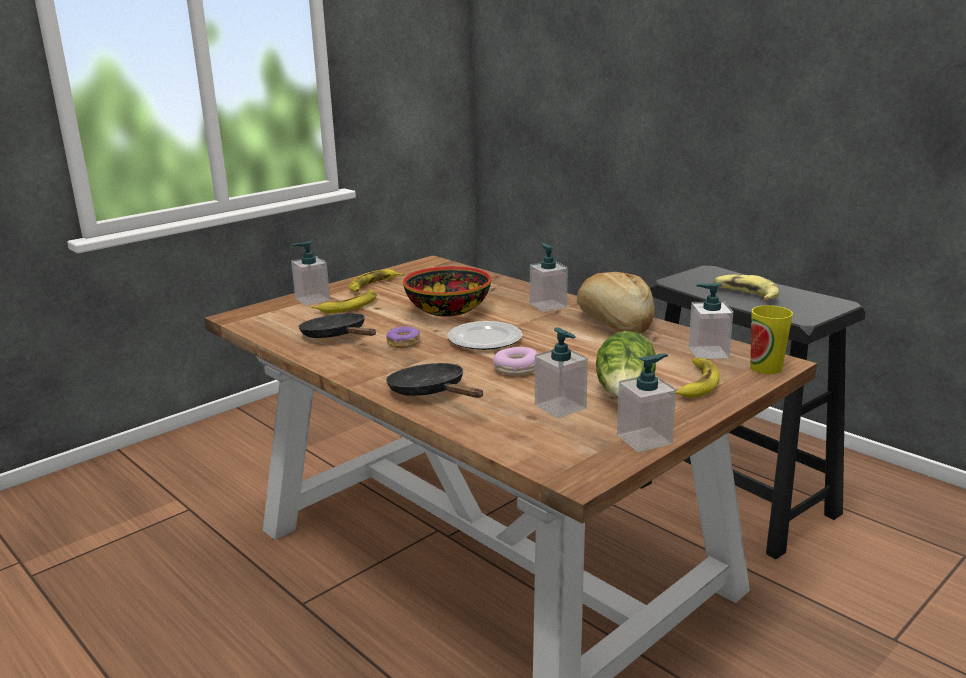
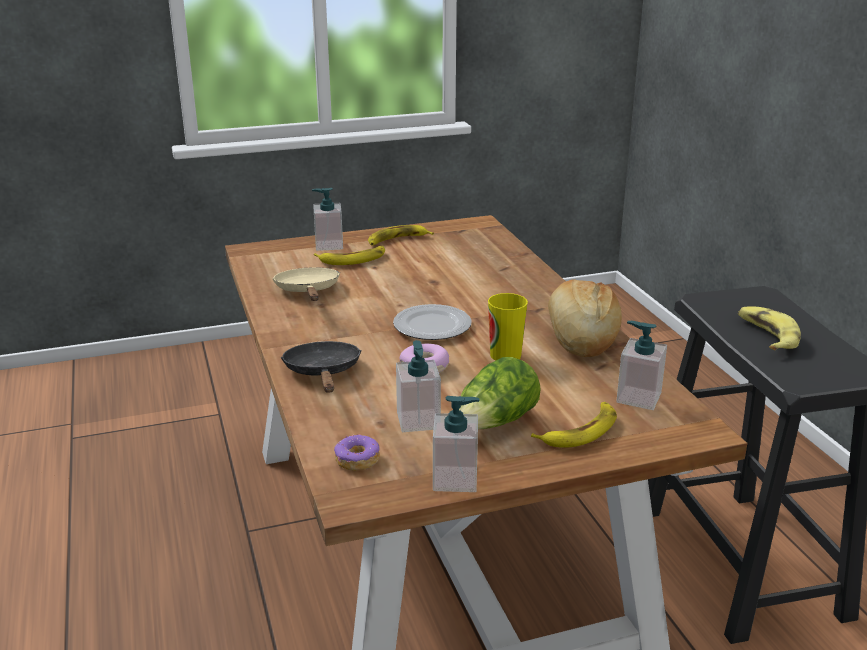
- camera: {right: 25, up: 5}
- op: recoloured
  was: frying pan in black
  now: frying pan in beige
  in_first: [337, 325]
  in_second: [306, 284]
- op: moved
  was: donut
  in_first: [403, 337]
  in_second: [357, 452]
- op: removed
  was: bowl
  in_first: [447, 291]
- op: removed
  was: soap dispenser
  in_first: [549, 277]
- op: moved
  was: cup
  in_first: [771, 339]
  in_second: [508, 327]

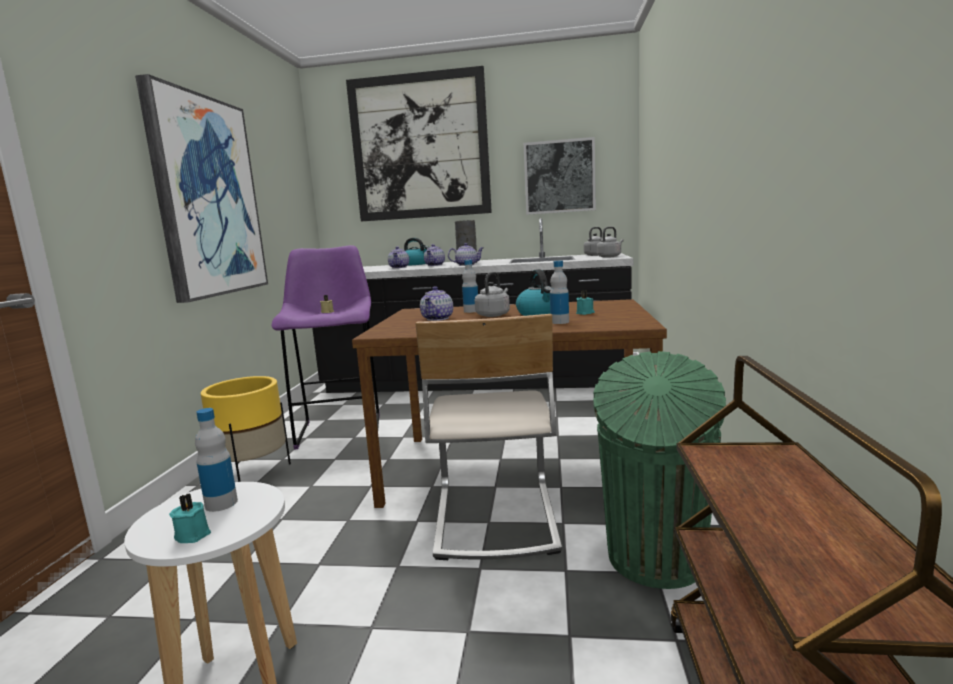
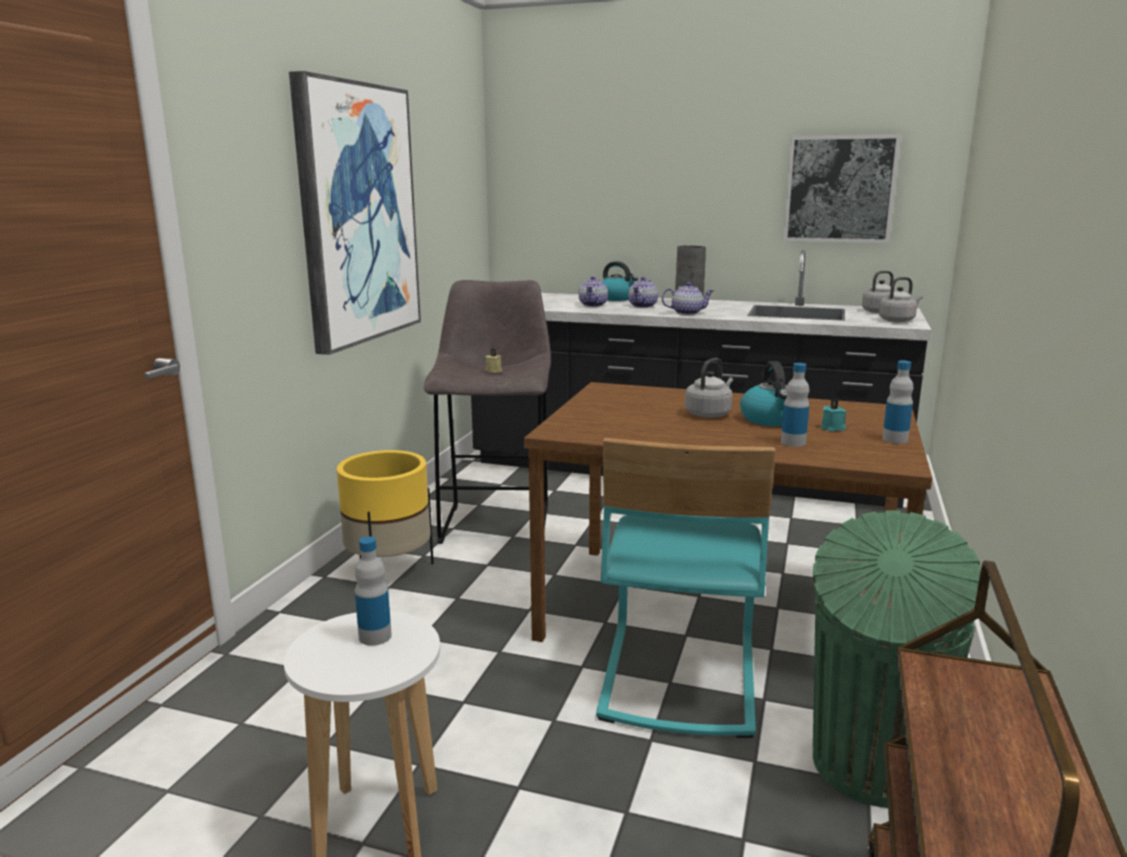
- camera: {right: 10, up: 5}
- op: removed
  was: candle in turquoise
  in_first: [190, 518]
- op: recoloured
  was: stool in purple
  now: stool in grey
  in_first: [326, 347]
  in_second: [487, 412]
- op: removed
  was: picture
  in_first: [419, 143]
- op: recoloured
  was: chair in beige
  now: chair in turquoise
  in_first: [489, 437]
  in_second: [686, 588]
- op: removed
  was: teapot
  in_first: [436, 303]
- op: moved
  was: bottle
  in_first: [470, 286]
  in_second: [898, 402]

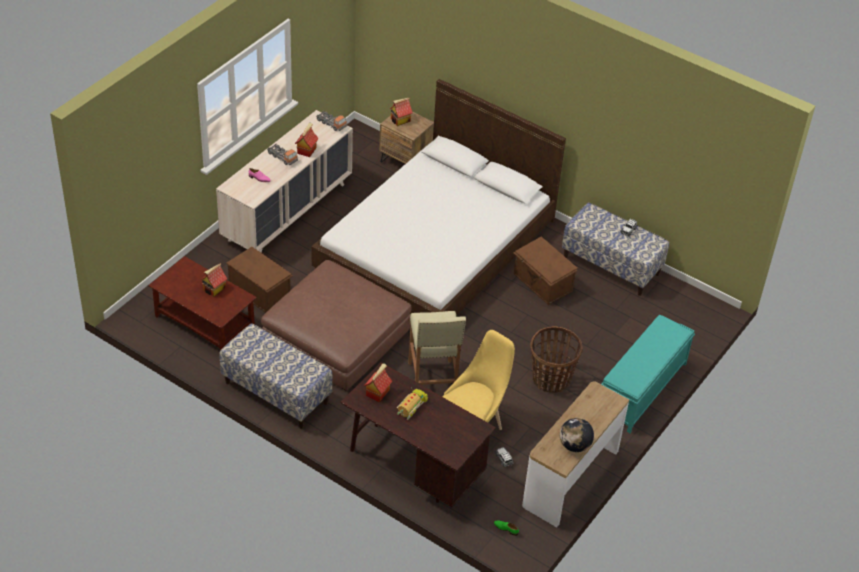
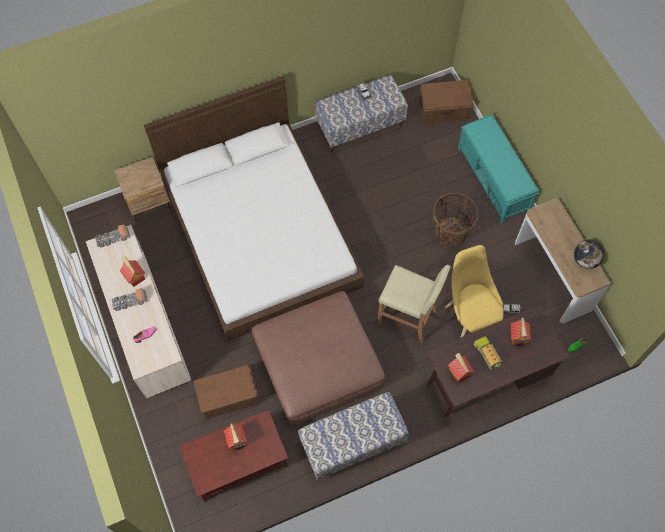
- camera: {right: -55, up: 20}
- op: moved
  was: toy house
  in_first: [401, 111]
  in_second: [520, 331]
- op: moved
  was: storage box in brown
  in_first: [546, 271]
  in_second: [447, 102]

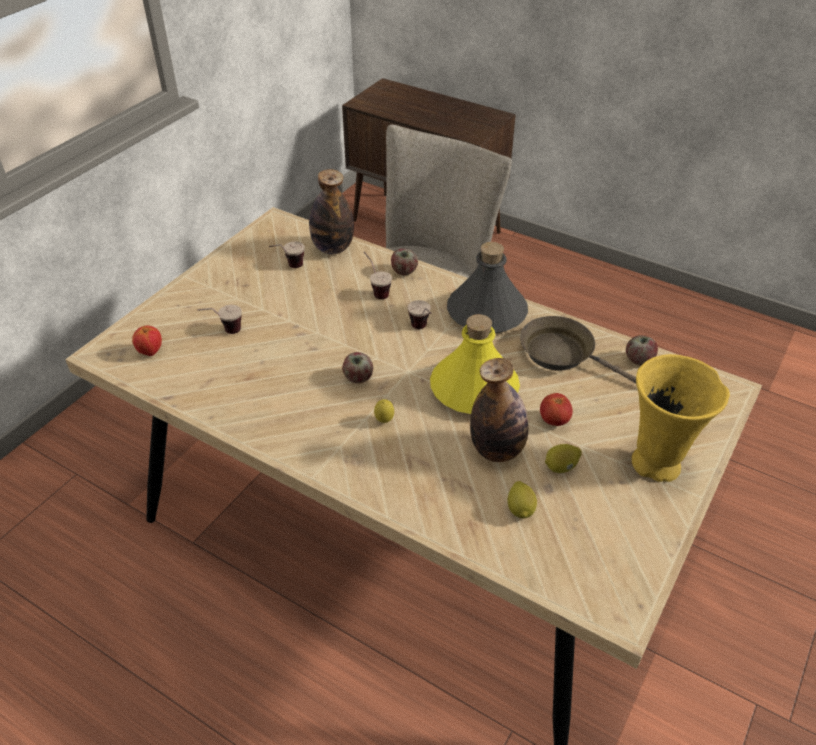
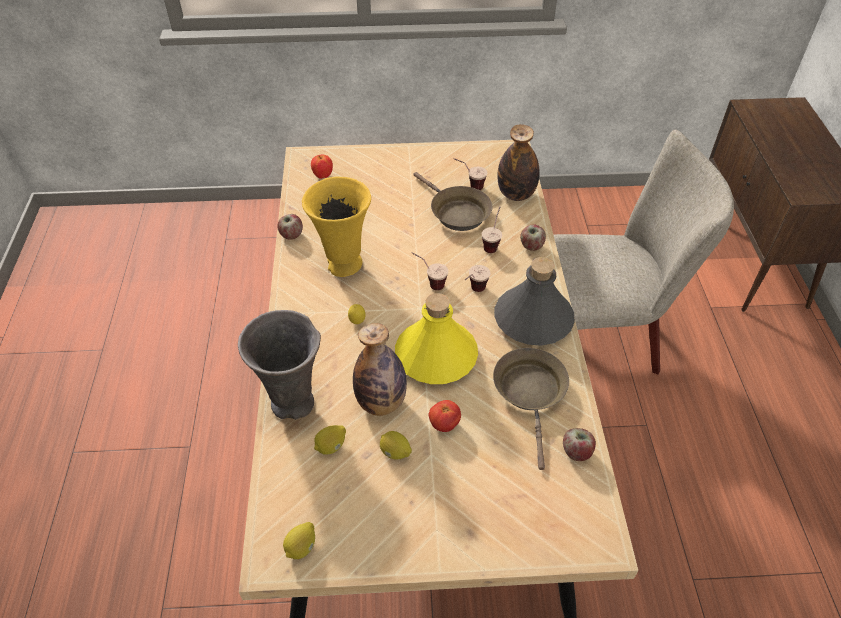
- camera: {right: 55, up: 5}
- op: moved
  was: cup
  in_first: [220, 319]
  in_second: [429, 271]
- op: moved
  was: apple
  in_first: [357, 367]
  in_second: [290, 227]
- op: moved
  was: vase in yellow
  in_first: [681, 418]
  in_second: [336, 226]
- op: added
  now: vase in grey
  in_second: [279, 365]
- op: added
  now: lemon
  in_second: [299, 541]
- op: added
  now: frying pan in brown
  in_second: [453, 201]

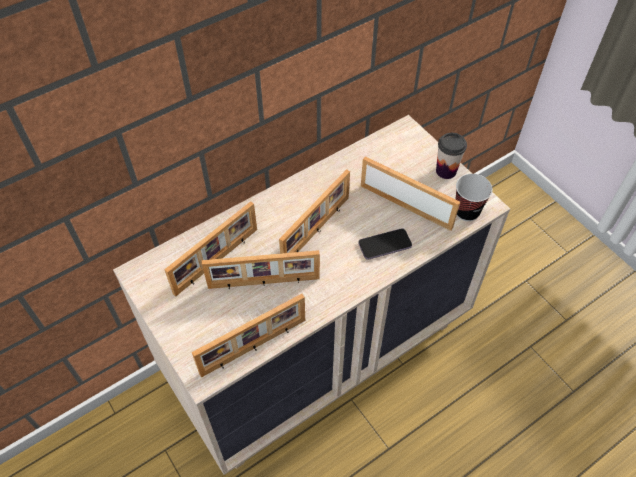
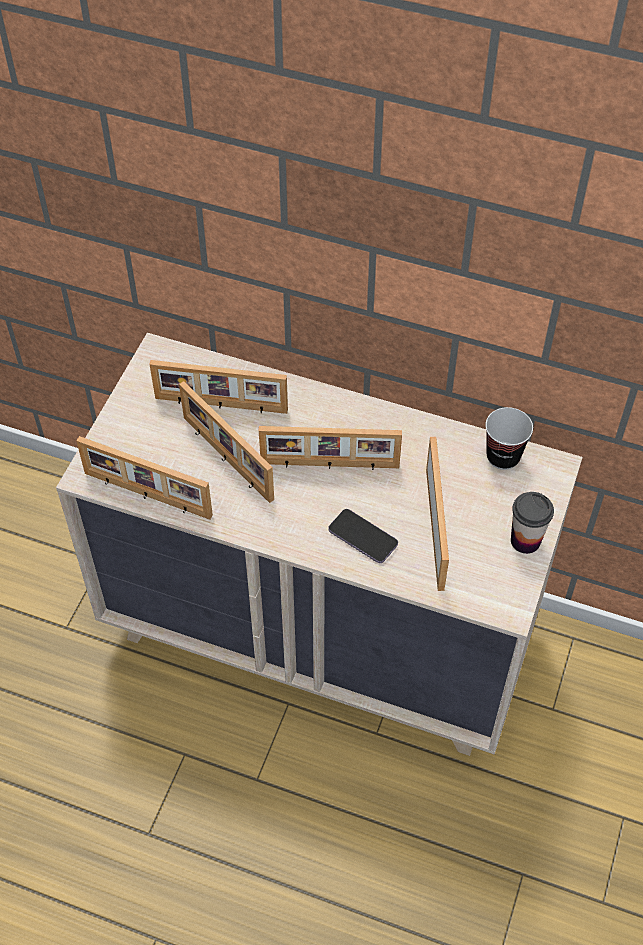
- camera: {right: 55, up: 0}
- op: moved
  was: cup
  in_first: [474, 197]
  in_second: [509, 438]

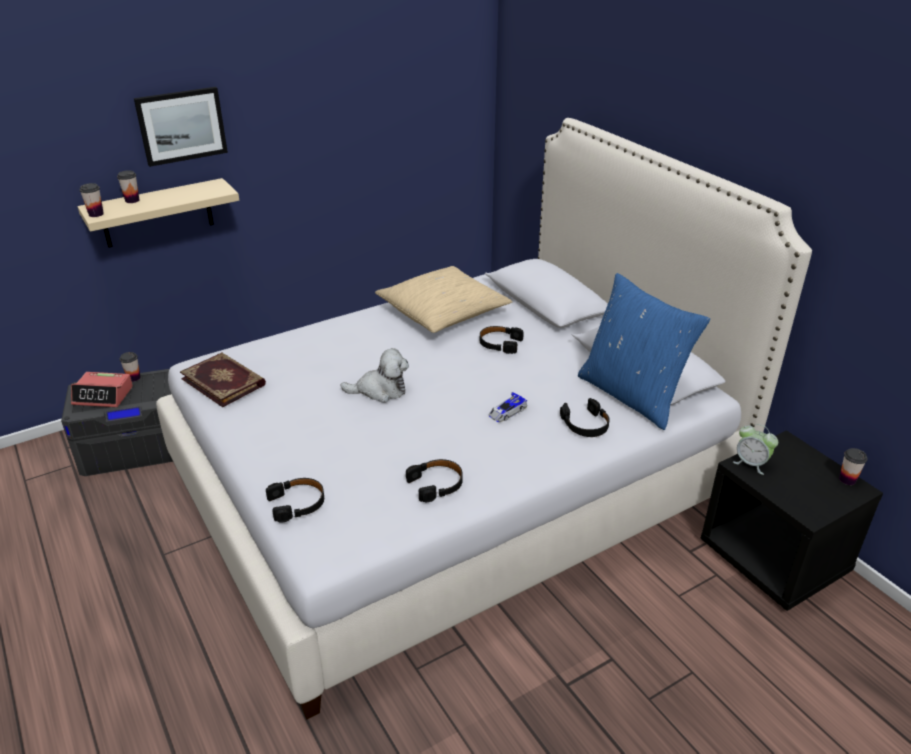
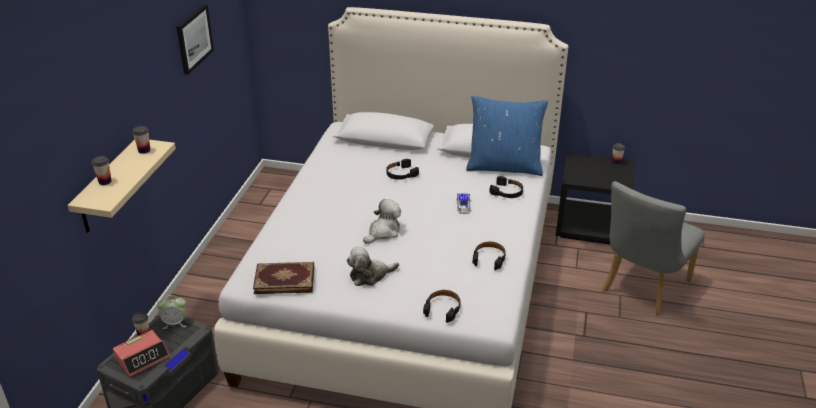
- camera: {right: -45, up: 0}
- op: moved
  was: cup
  in_first: [91, 200]
  in_second: [141, 140]
- op: moved
  was: picture
  in_first: [181, 127]
  in_second: [195, 39]
- op: removed
  was: pillow in beige
  in_first: [443, 299]
- op: moved
  was: alarm clock
  in_first: [755, 449]
  in_second: [171, 312]
- op: added
  now: plush toy
  in_second: [373, 266]
- op: added
  now: chair in grey
  in_second: [653, 248]

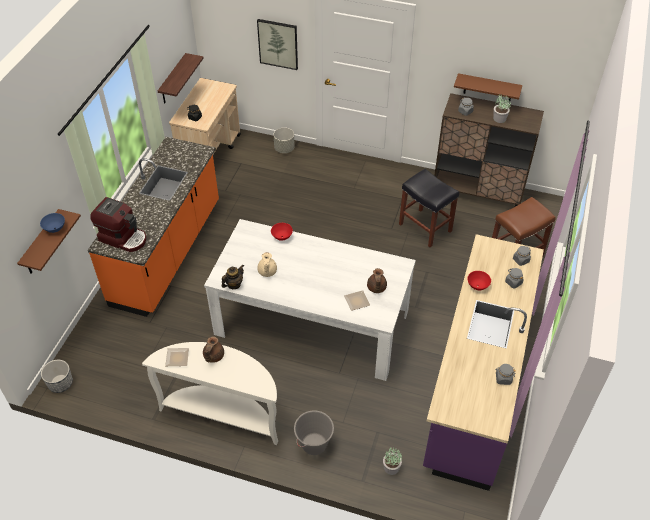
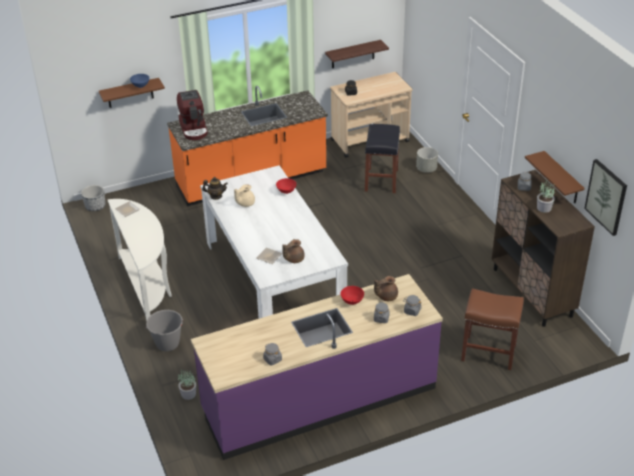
- camera: {right: 50, up: -10}
- op: moved
  was: teapot in brown
  in_first: [213, 349]
  in_second: [386, 288]
- op: moved
  was: picture
  in_first: [277, 44]
  in_second: [605, 197]
- op: moved
  was: stool in black
  in_first: [429, 208]
  in_second: [382, 158]

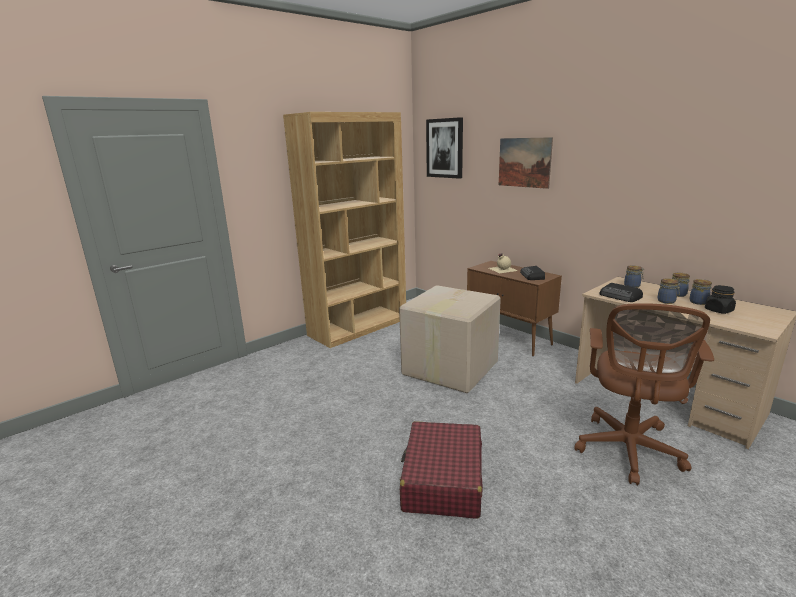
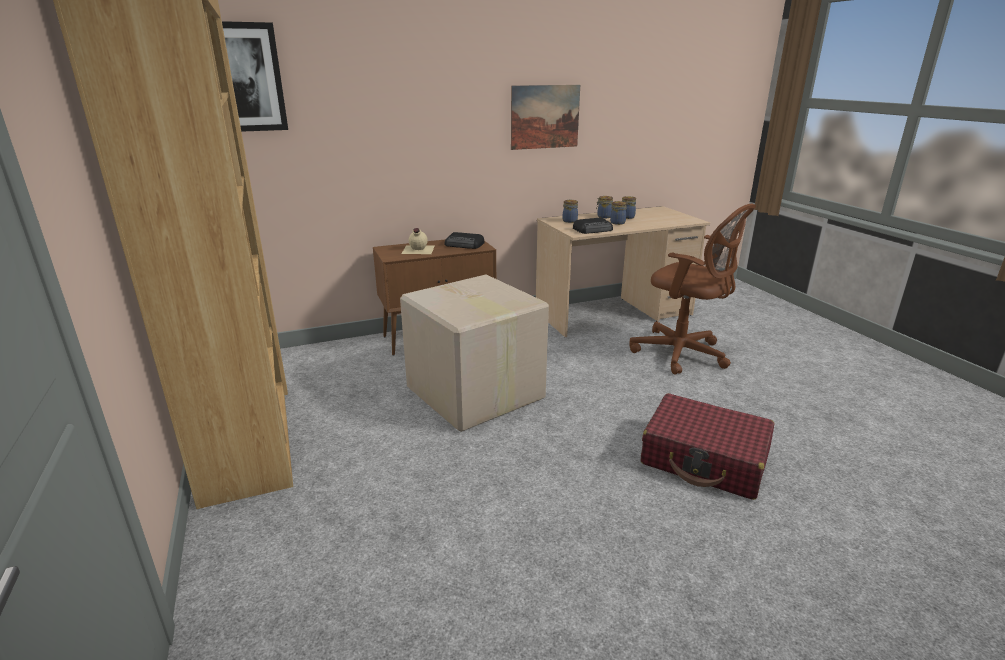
- camera: {right: -70, up: 5}
- op: moved
  was: picture
  in_first: [526, 163]
  in_second: [545, 117]
- op: removed
  was: jar in black
  in_first: [720, 299]

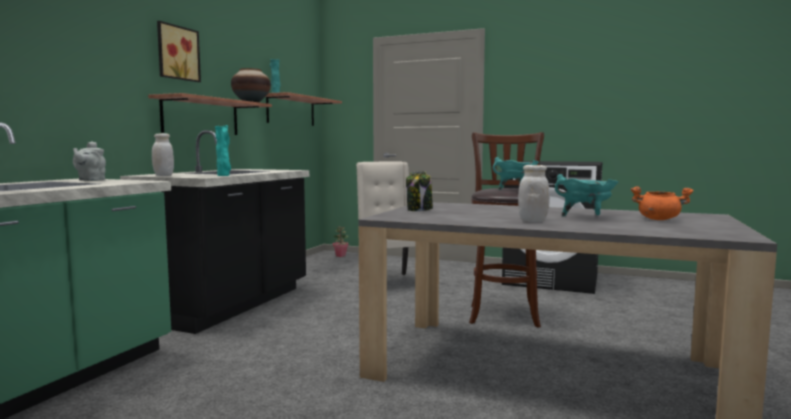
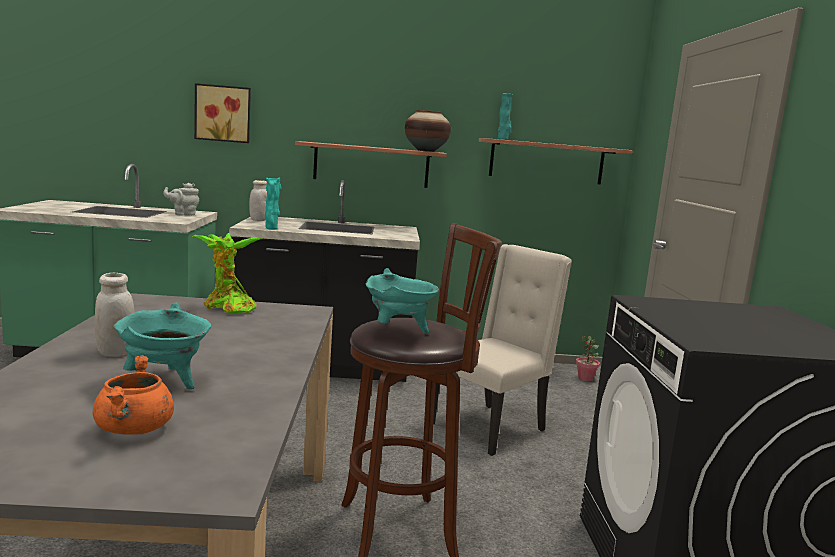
- camera: {right: 65, up: 5}
- op: moved
  was: picture
  in_first: [179, 51]
  in_second: [222, 113]
- op: replaced
  was: jar
  now: potted plant
  in_first: [419, 191]
  in_second: [227, 273]

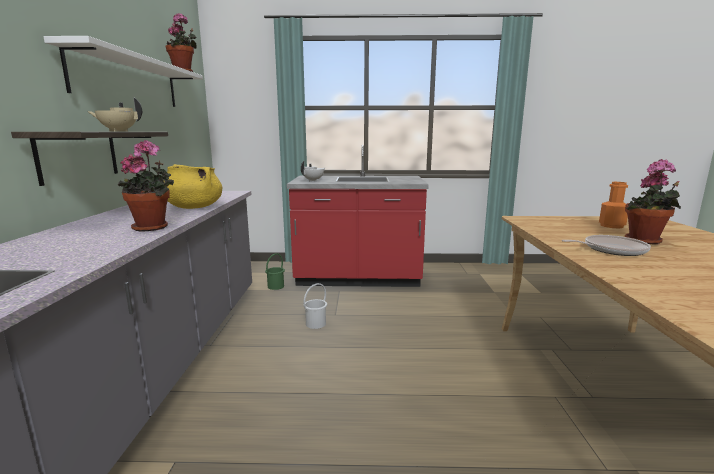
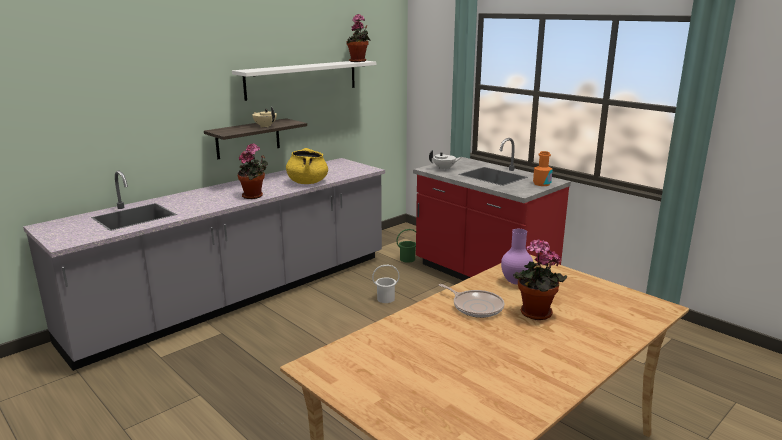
- camera: {right: 45, up: 5}
- op: moved
  was: bottle in orange
  in_first: [613, 205]
  in_second: [543, 168]
- op: added
  now: vase in purple
  in_second: [517, 256]

